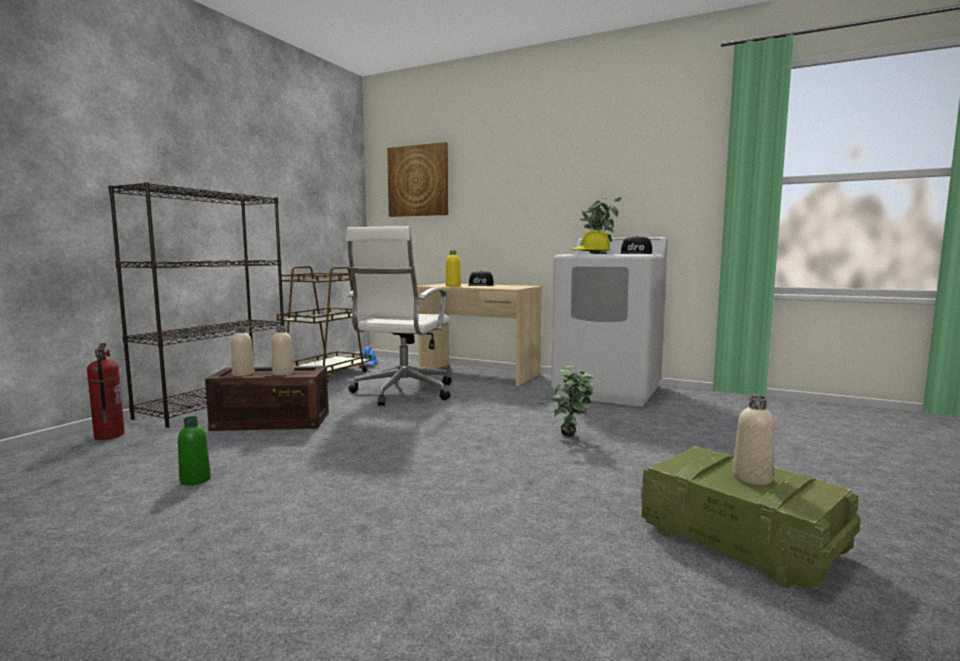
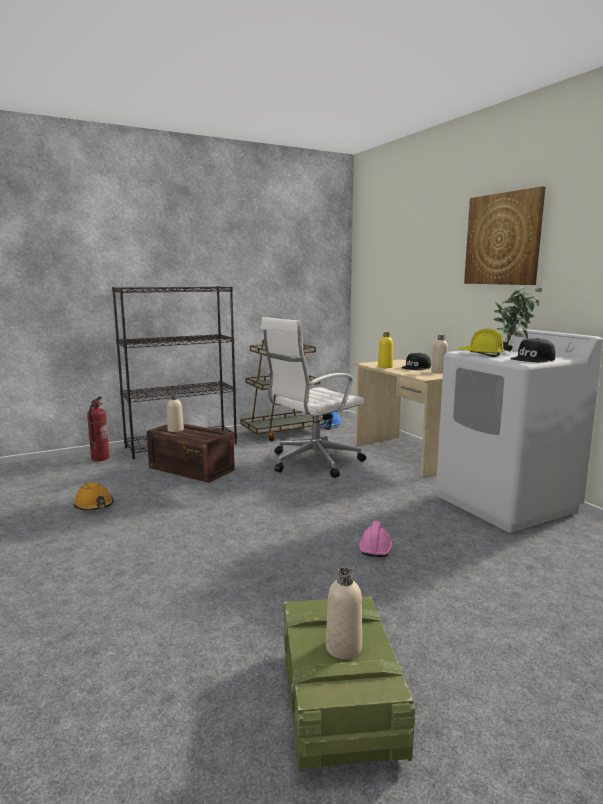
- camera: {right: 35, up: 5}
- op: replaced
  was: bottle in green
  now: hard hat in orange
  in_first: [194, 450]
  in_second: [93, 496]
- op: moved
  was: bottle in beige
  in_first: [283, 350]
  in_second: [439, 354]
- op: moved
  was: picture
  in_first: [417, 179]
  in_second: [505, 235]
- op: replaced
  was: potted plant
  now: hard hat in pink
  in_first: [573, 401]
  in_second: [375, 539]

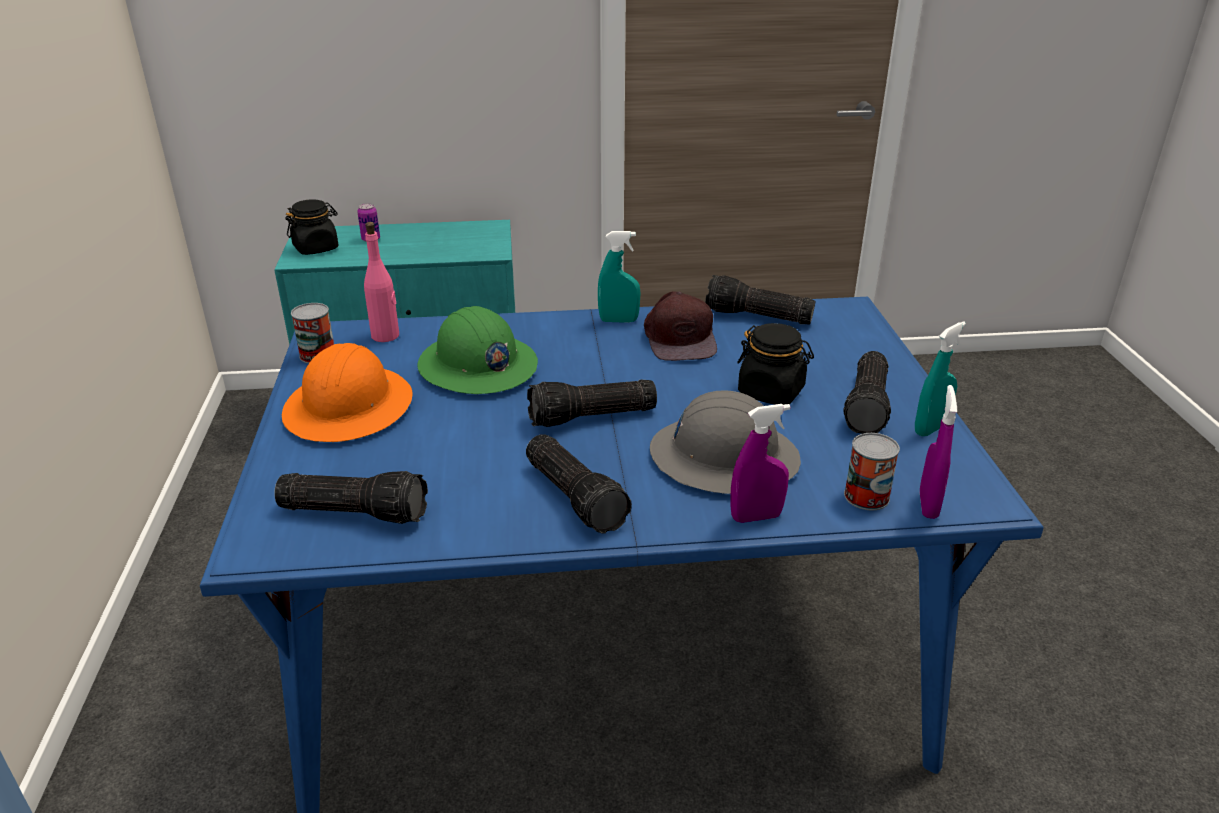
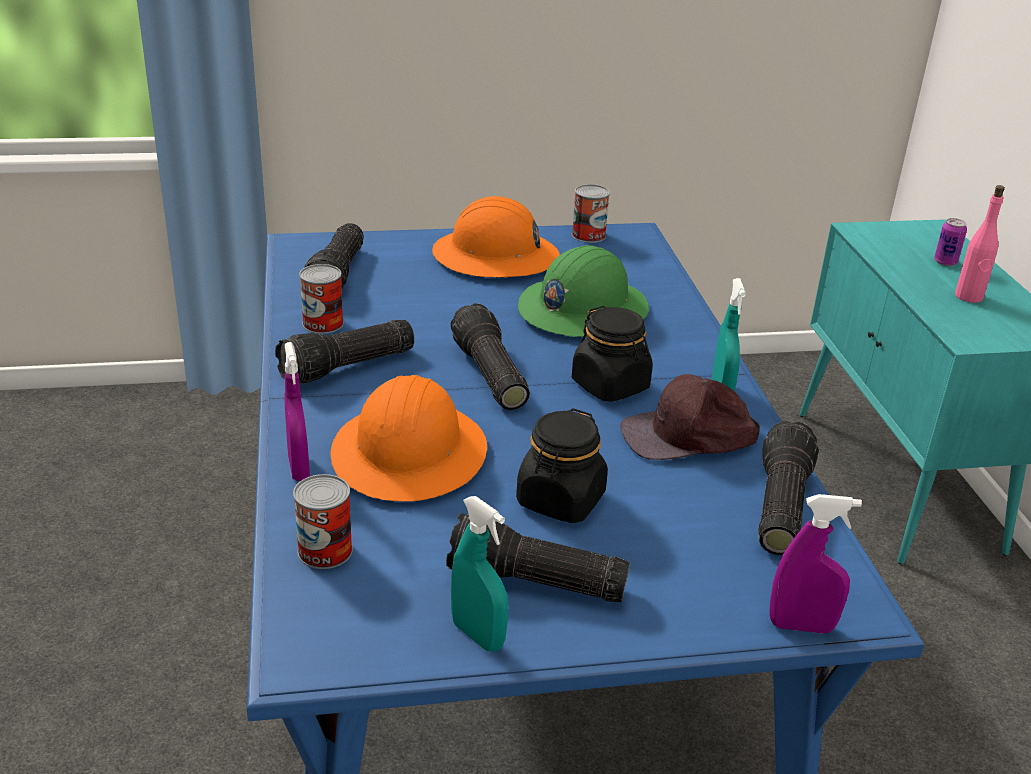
- camera: {right: 85, up: 0}
- op: moved
  was: jar in black
  in_first: [312, 227]
  in_second: [612, 354]
- op: moved
  was: bottle in pink
  in_first: [381, 282]
  in_second: [980, 244]
- op: recoloured
  was: hard hat in grey
  now: hard hat in orange
  in_first: [725, 442]
  in_second: [409, 438]
- op: moved
  was: spray bottle in purple
  in_first: [938, 452]
  in_second: [815, 564]
- op: added
  now: can
  in_second: [321, 299]

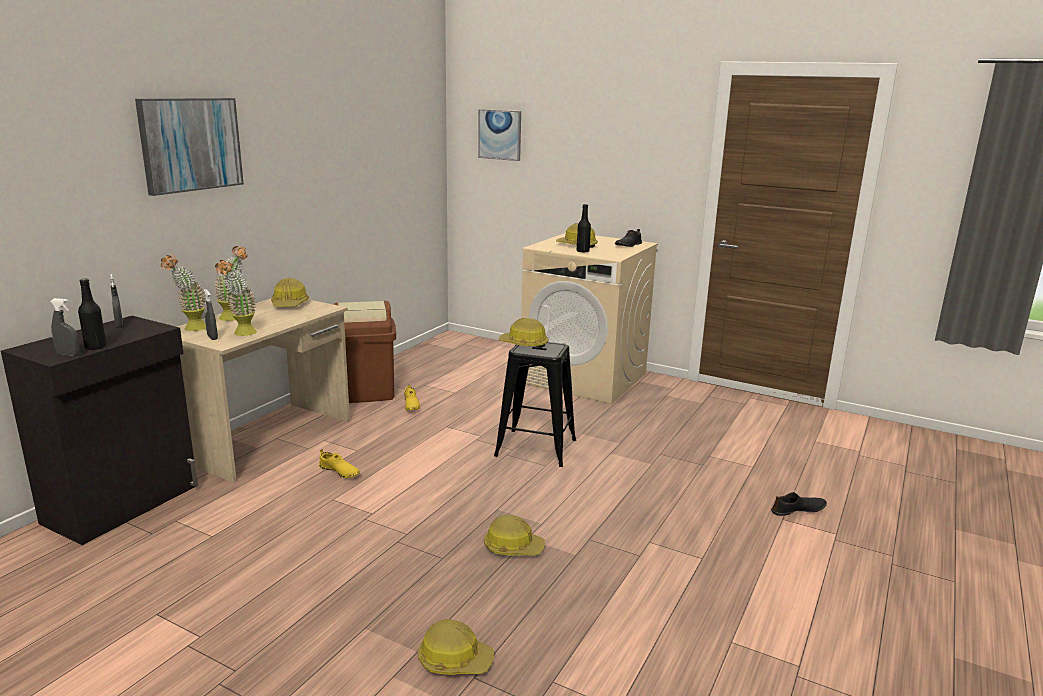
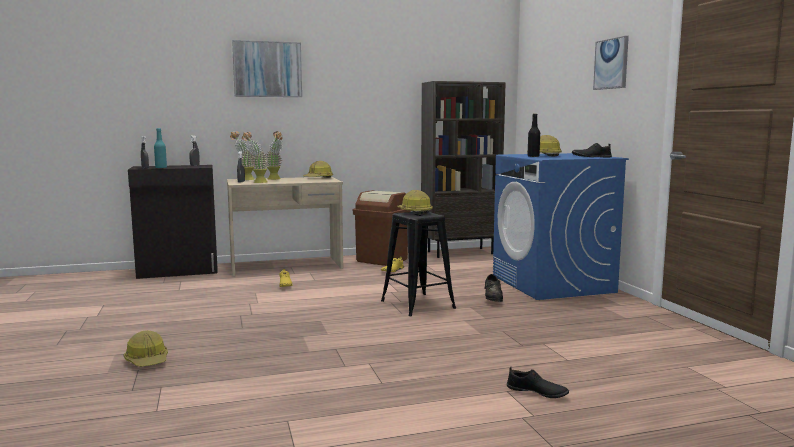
- camera: {right: 45, up: -10}
- op: recoloured
  was: bottle in black
  now: bottle in turquoise
  in_first: [92, 314]
  in_second: [160, 148]
- op: moved
  was: picture
  in_first: [499, 135]
  in_second: [611, 63]
- op: removed
  was: hard hat
  in_first: [514, 535]
- op: recoloured
  was: washing machine in beige
  now: washing machine in blue
  in_first: [589, 318]
  in_second: [561, 226]
- op: added
  now: bookcase in brown
  in_second: [463, 169]
- op: added
  now: shoe in black
  in_second: [494, 288]

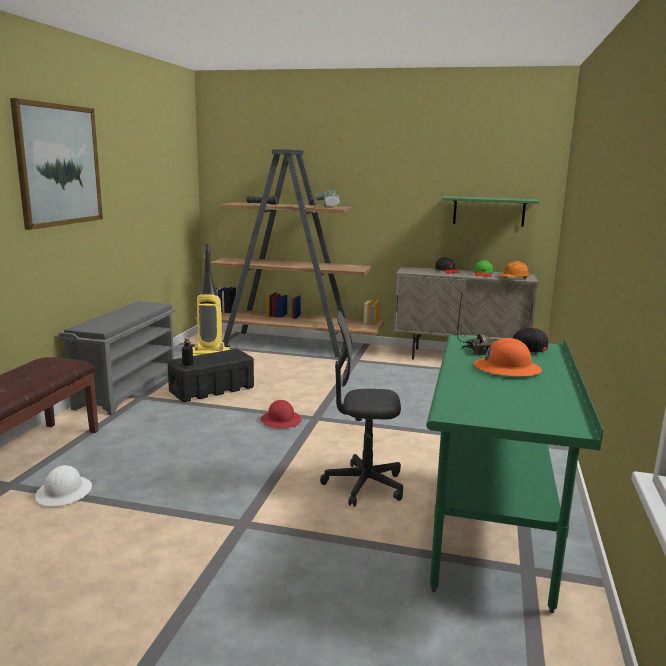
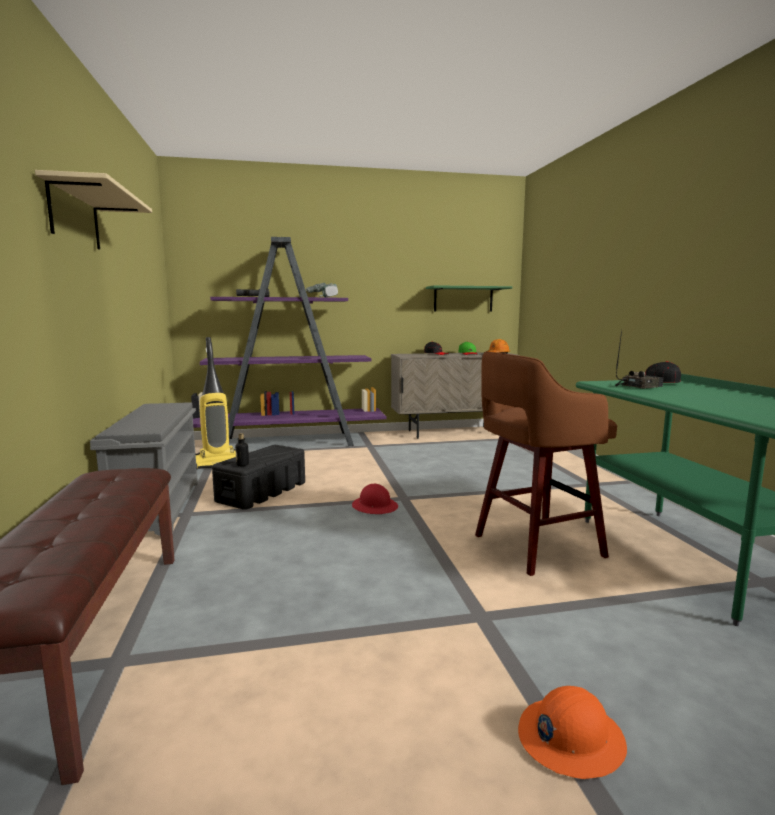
- camera: {right: -25, up: -5}
- op: replaced
  was: picture
  now: shelf in beige
  in_first: [56, 164]
  in_second: [93, 209]
- op: removed
  was: hard hat in white
  in_first: [63, 485]
- op: recoloured
  was: bookcase in brown
  now: bookcase in purple
  in_first: [290, 253]
  in_second: [288, 341]
- op: replaced
  was: office chair in grey
  now: stool in brown
  in_first: [361, 409]
  in_second: [546, 464]
- op: moved
  was: hard hat in orange
  in_first: [508, 357]
  in_second: [572, 732]

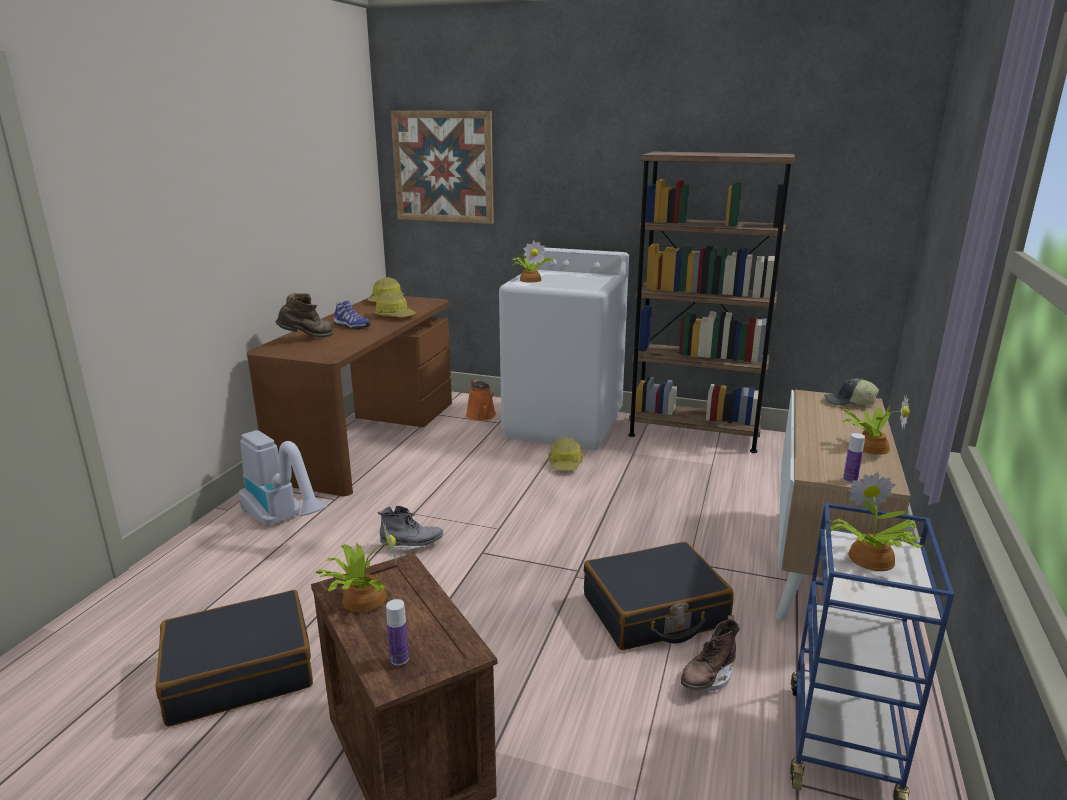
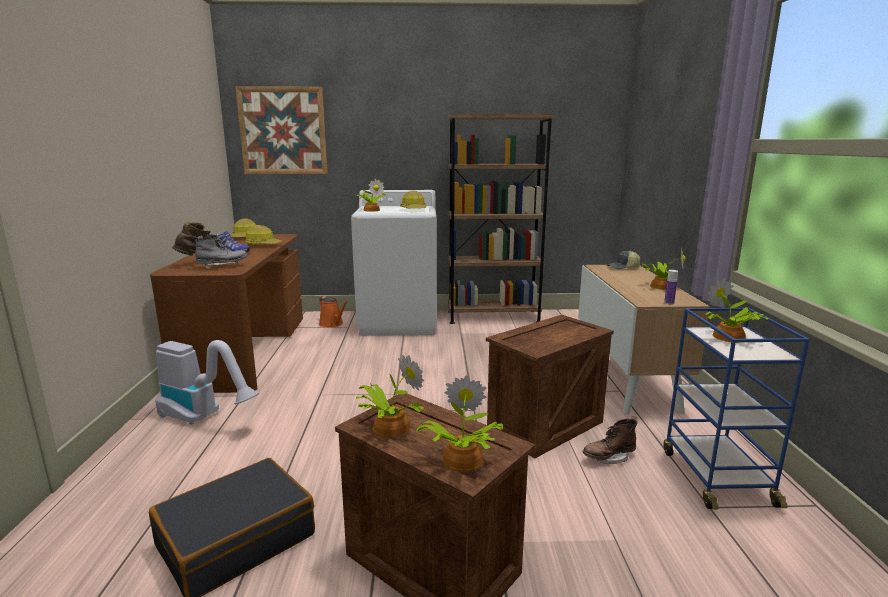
- camera: {right: -20, up: -5}
- op: moved
  was: boot in grey
  in_first: [410, 528]
  in_second: [220, 251]
- op: replaced
  was: bottle
  now: potted plant
  in_first: [397, 632]
  in_second: [459, 423]
- op: moved
  was: hard hat
  in_first: [565, 454]
  in_second: [413, 199]
- op: replaced
  was: suitcase in black
  now: crate
  in_first: [659, 596]
  in_second: [550, 387]
- op: turned
  was: boot in brown
  in_first: [710, 653]
  in_second: [610, 440]
  clockwise: 45

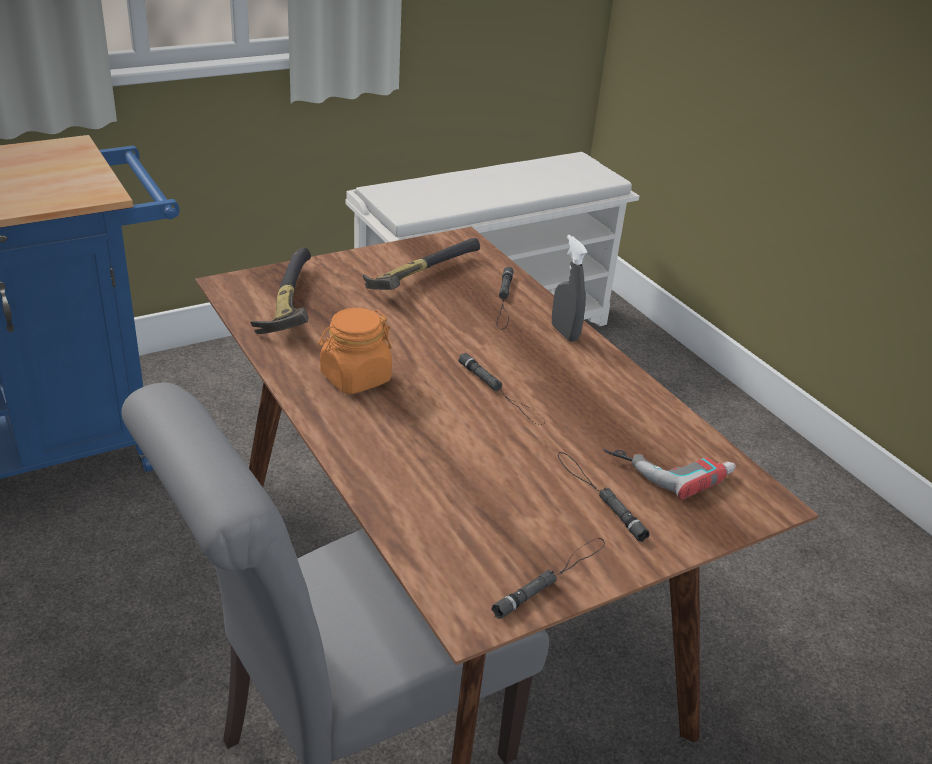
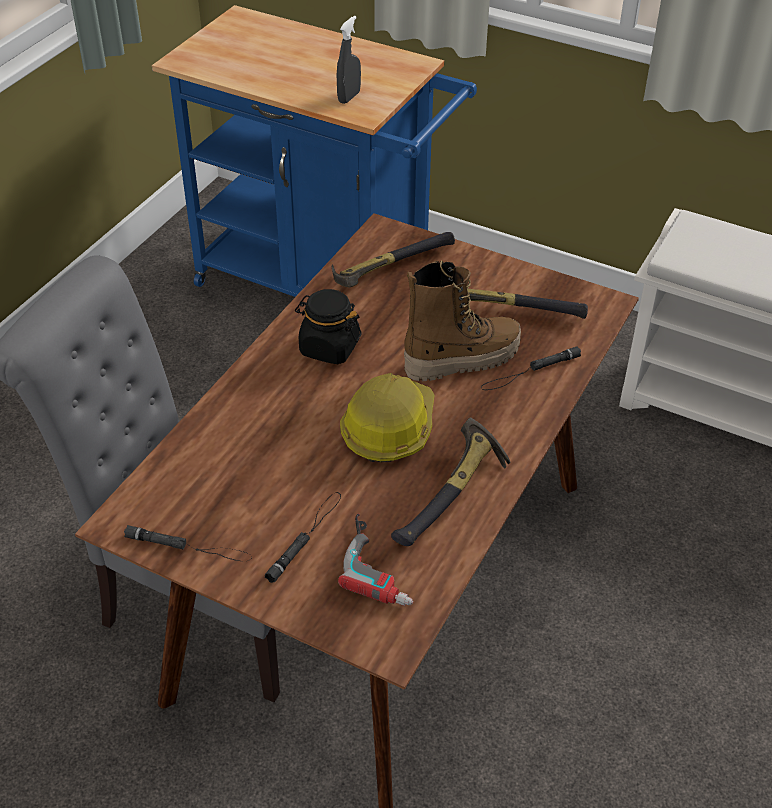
- camera: {right: 60, up: 10}
- op: recoloured
  was: jar in orange
  now: jar in black
  in_first: [355, 351]
  in_second: [328, 326]
- op: replaced
  was: flashlight in black
  now: hard hat
  in_first: [501, 389]
  in_second: [387, 417]
- op: moved
  was: spray bottle in grey
  in_first: [570, 288]
  in_second: [349, 60]
- op: added
  now: hammer
  in_second: [450, 481]
- op: added
  now: boot
  in_second: [462, 320]

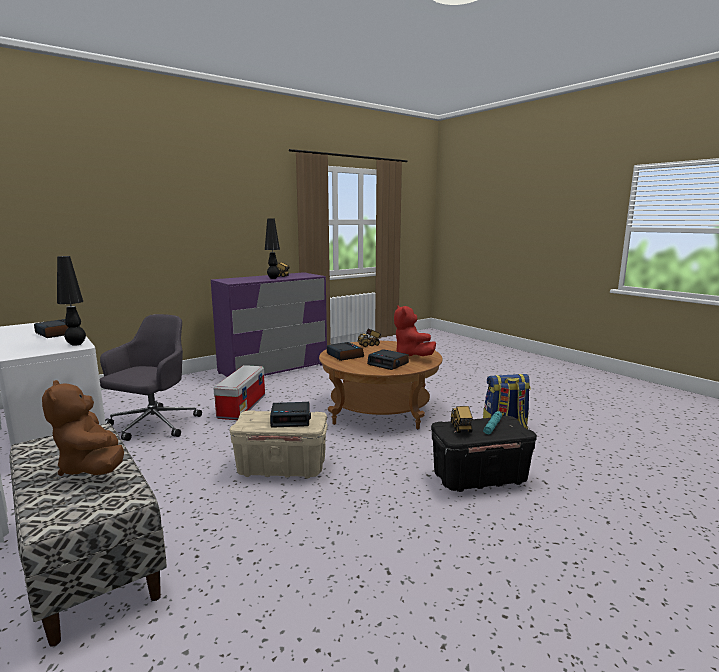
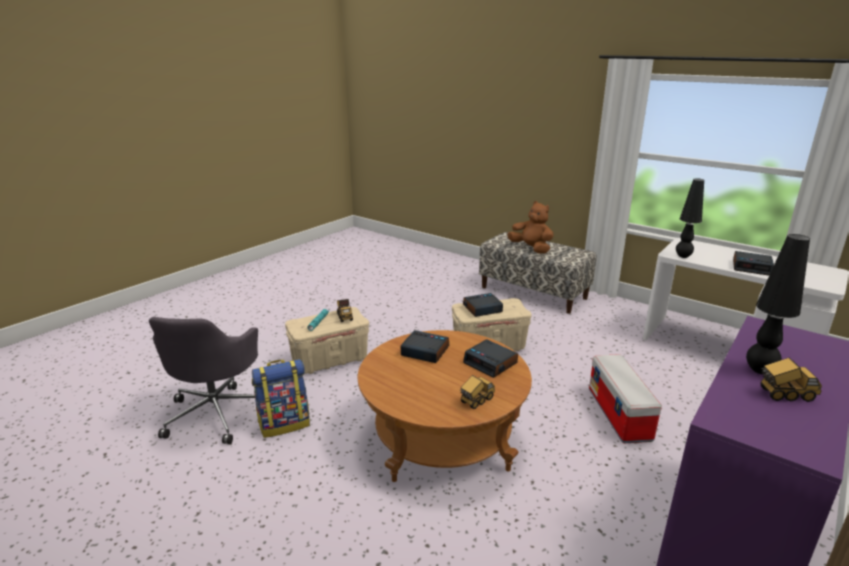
- camera: {right: 165, up: 10}
- op: moved
  was: office chair in grey
  in_first: [151, 377]
  in_second: [203, 380]
- op: removed
  was: plush toy in red
  in_first: [415, 330]
- op: recoloured
  was: storage box in black
  now: storage box in beige
  in_first: [484, 454]
  in_second: [327, 340]

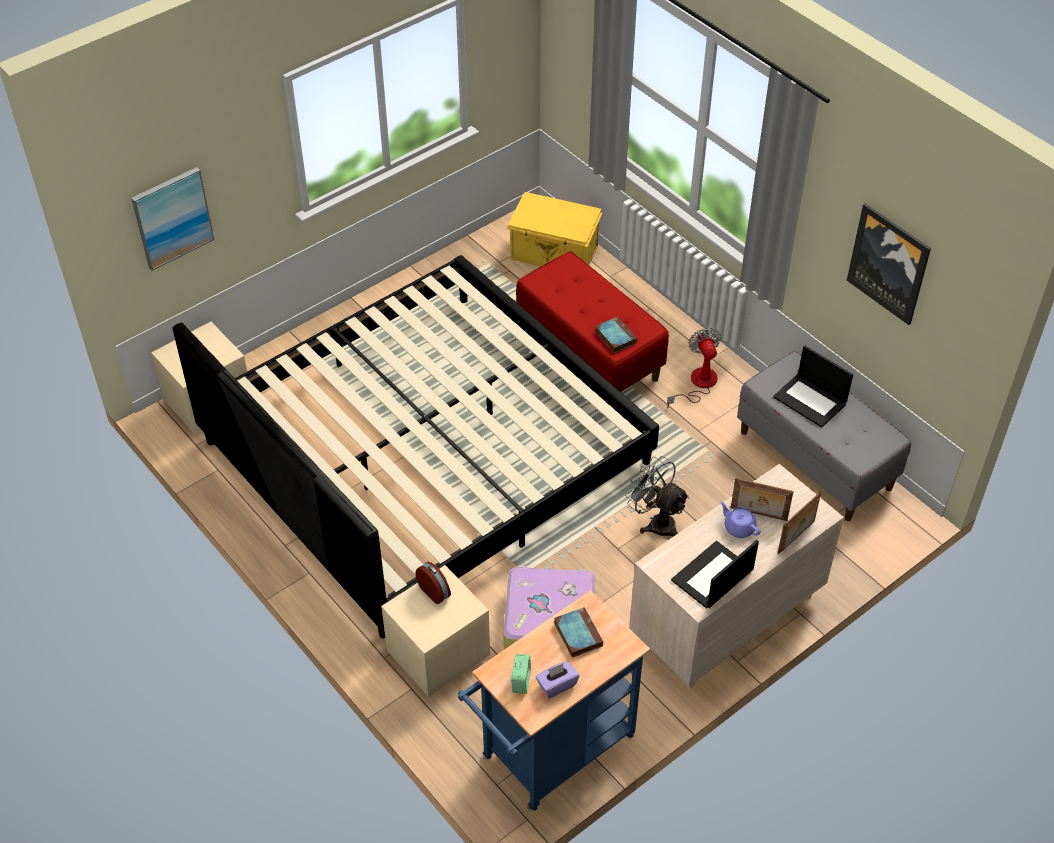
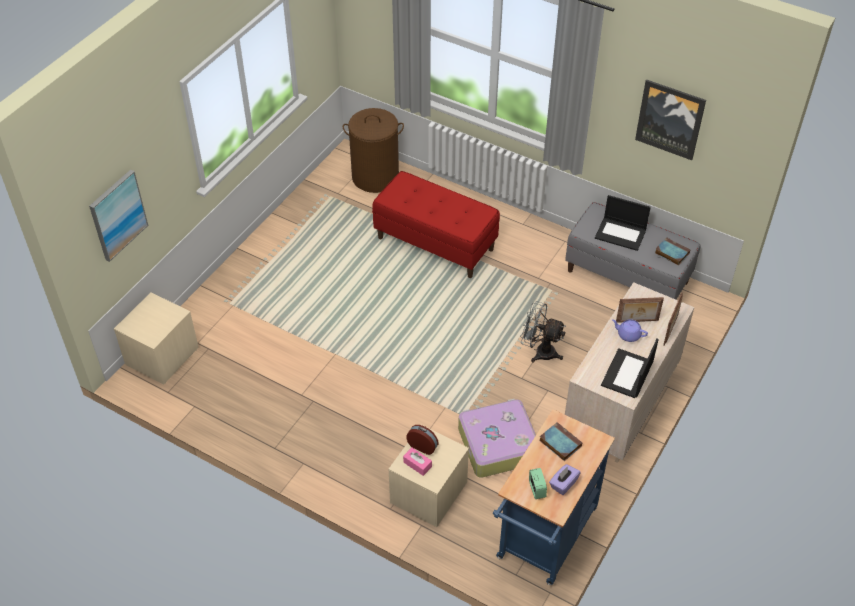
- camera: {right: -20, up: 0}
- op: removed
  was: bed
  in_first: [416, 447]
- op: replaced
  was: storage box in yellow
  now: laundry basket in brown
  in_first: [554, 229]
  in_second: [373, 150]
- op: moved
  was: book
  in_first: [616, 335]
  in_second: [672, 251]
- op: removed
  was: fan
  in_first: [694, 368]
- op: added
  now: tissue box in pink
  in_second: [417, 462]

